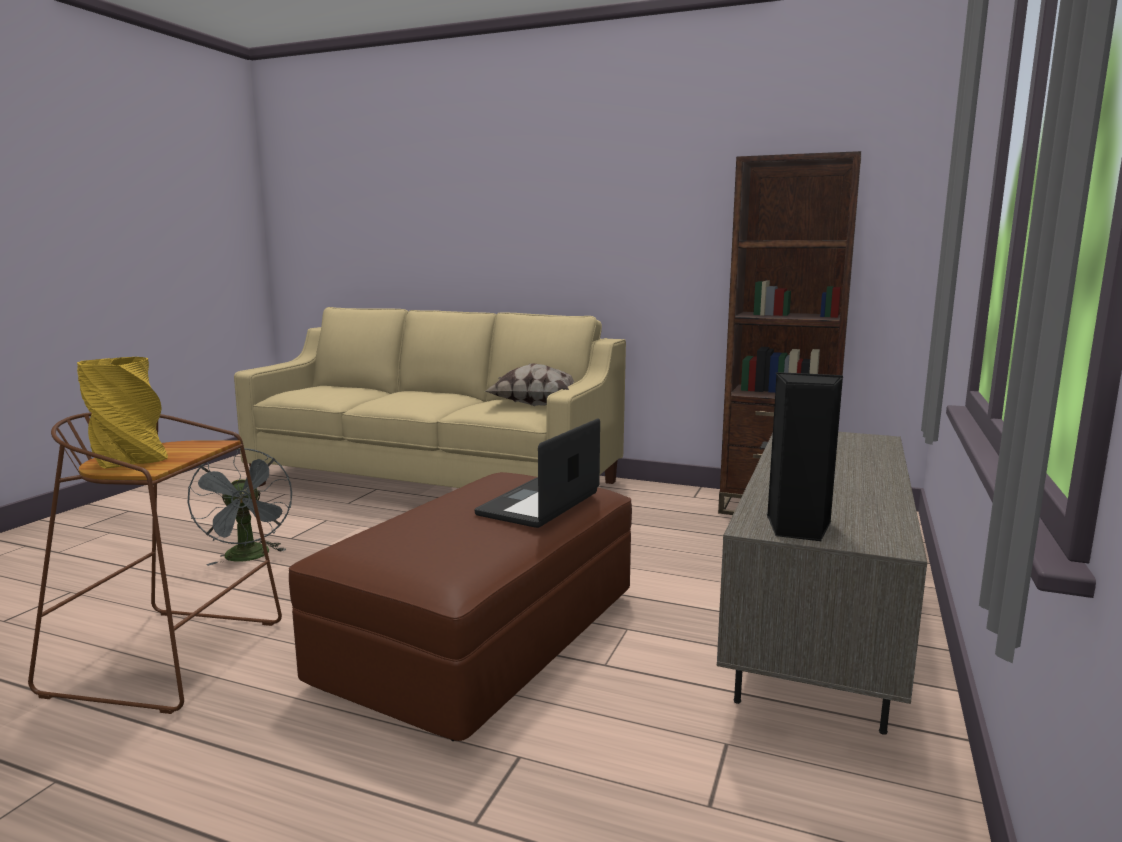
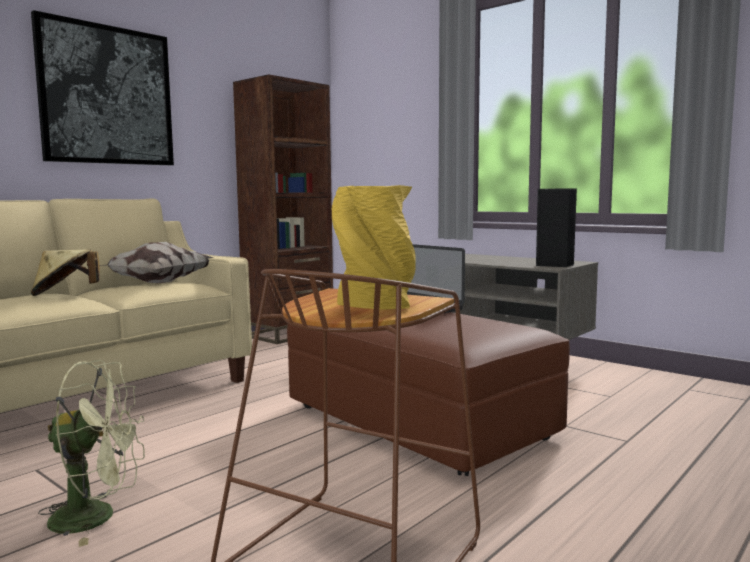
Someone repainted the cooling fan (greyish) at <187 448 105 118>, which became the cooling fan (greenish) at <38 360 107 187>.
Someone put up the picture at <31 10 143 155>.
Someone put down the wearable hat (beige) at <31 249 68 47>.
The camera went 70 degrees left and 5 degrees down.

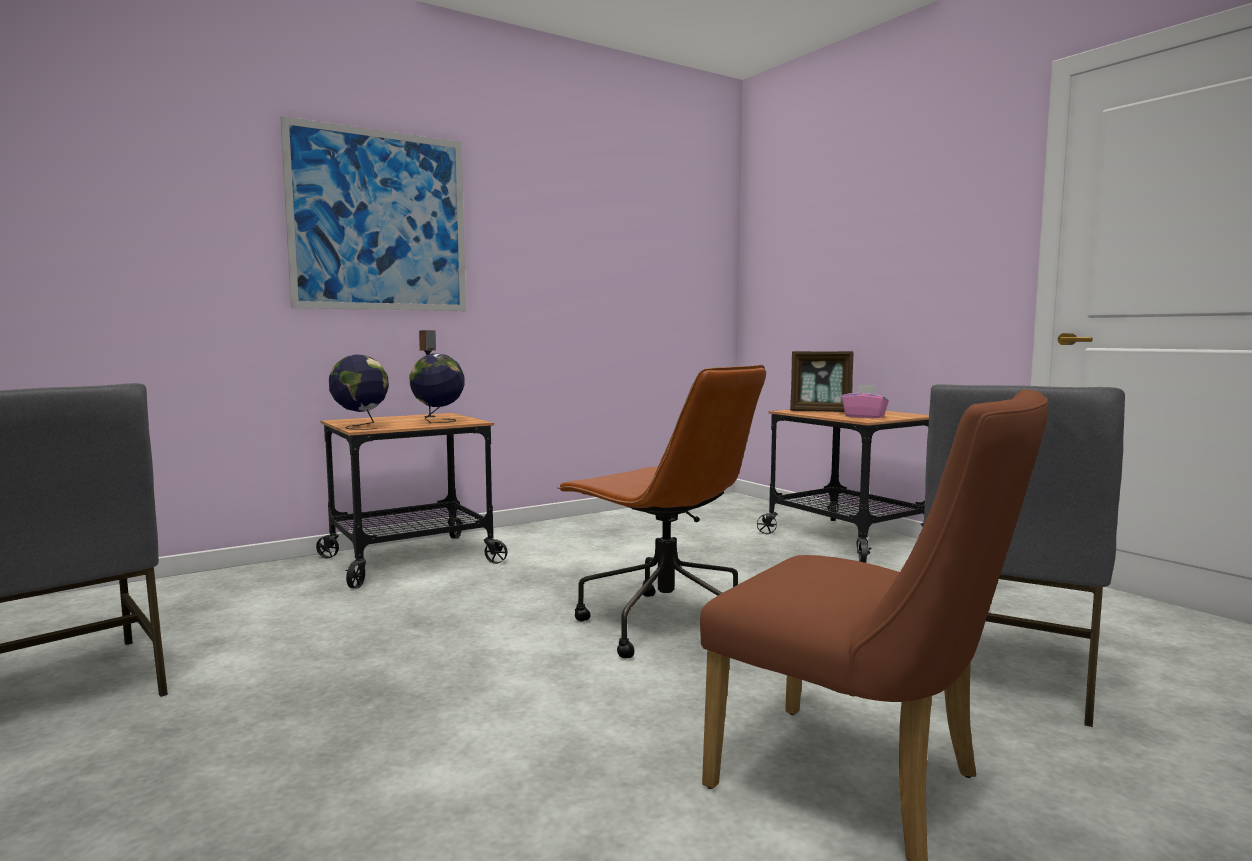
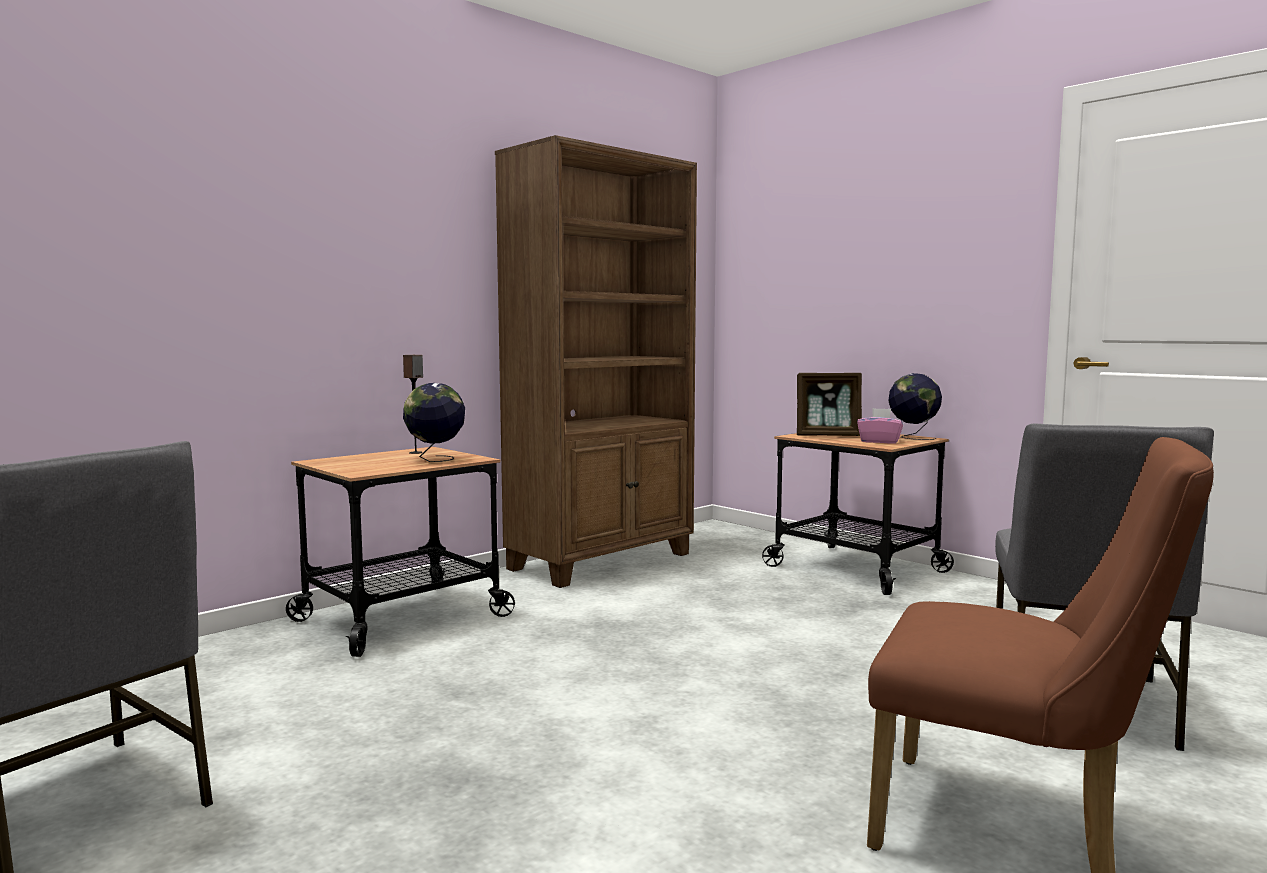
Someone took away the picture at <281 116 185 195>.
Someone carried the globe from <329 354 60 76> to <888 373 54 67>.
Someone took away the computer chair (brownish) at <557 365 209 293>.
Someone put down the shelving unit (brownish) at <495 135 202 453>.
The camera went 10 degrees left and 0 degrees up.

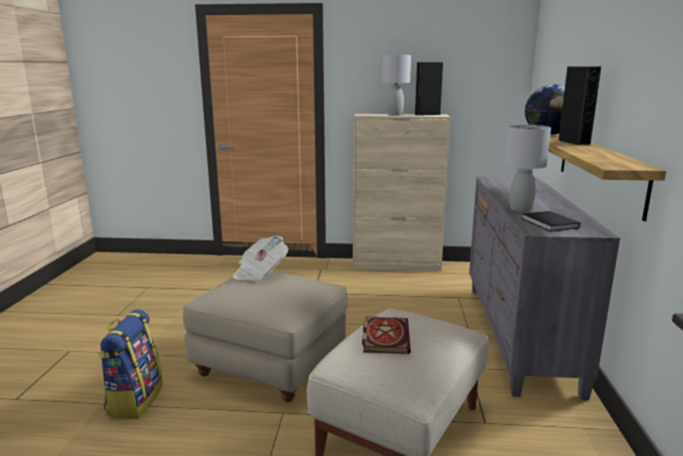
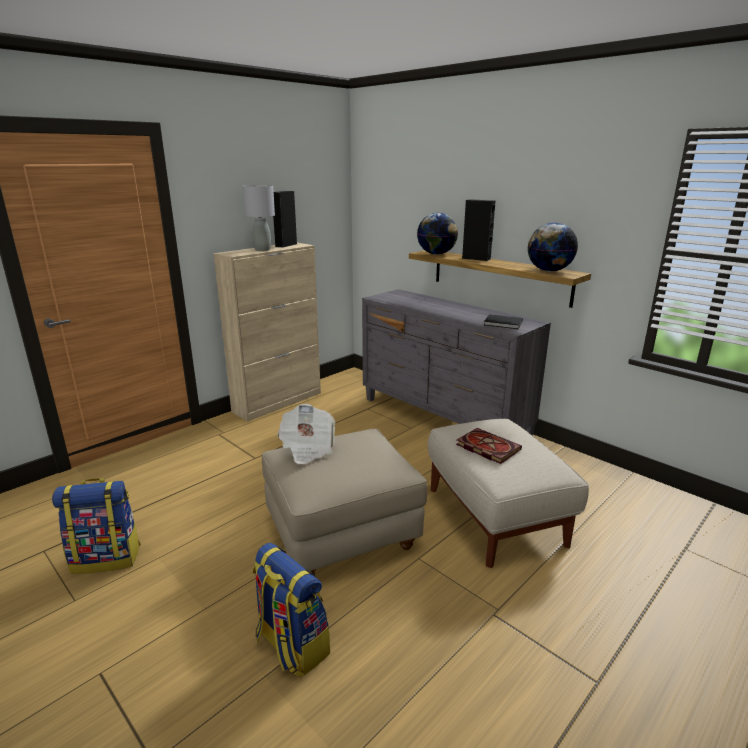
Someone took away the table lamp (greyish) at <504 125 47 87>.
Someone put down the globe at <528 223 50 49>.
Someone put down the rucksack at <52 478 89 96>.
The camera went 50 degrees left and 5 degrees up.

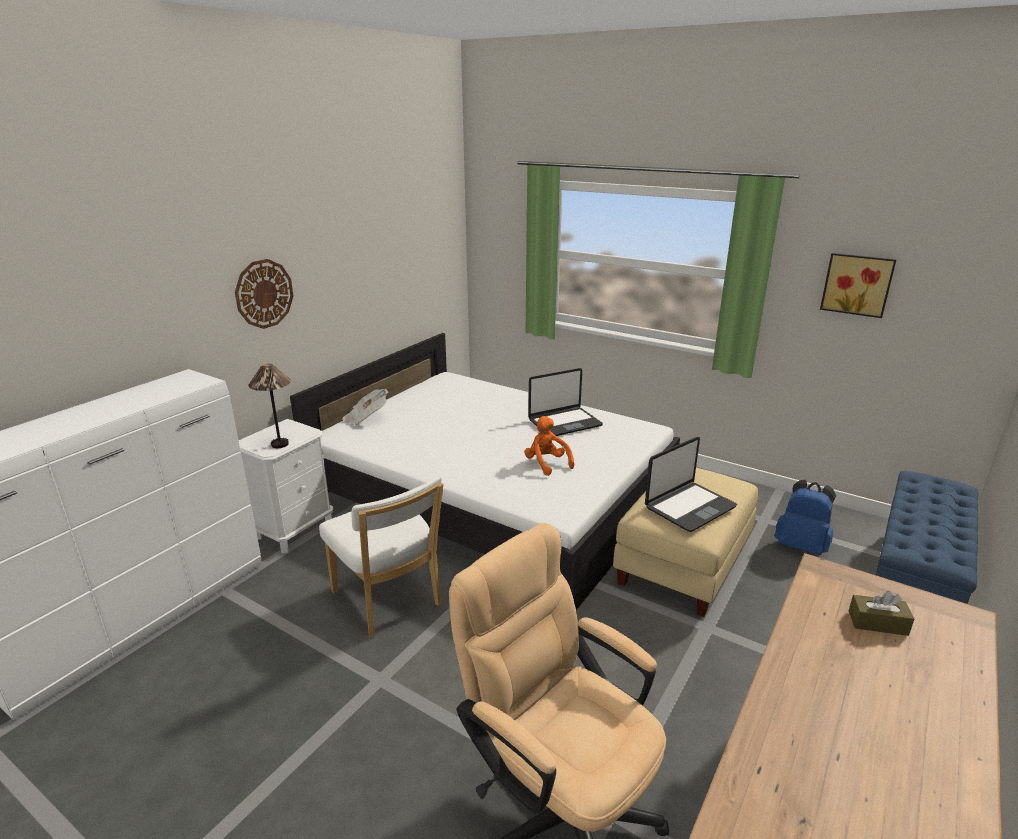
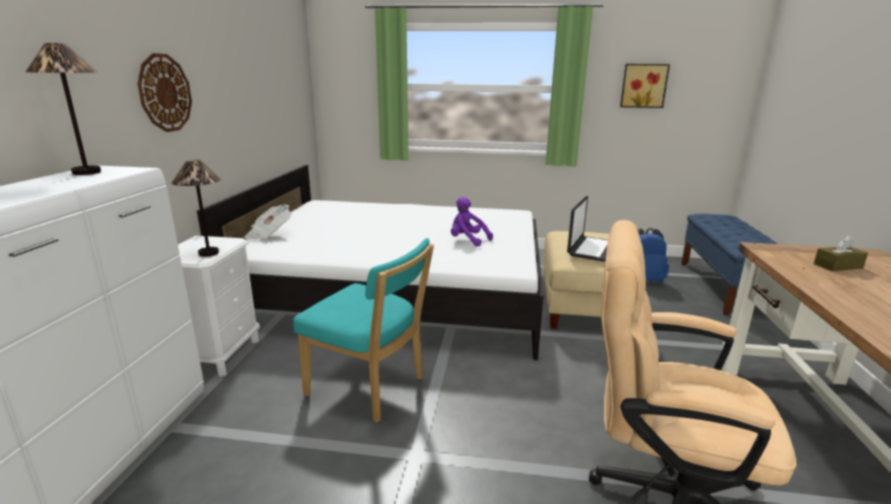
Someone took away the notebook computer at <528 368 75 68>.
Someone repainted the soft toy (orangey) at <524 416 50 60>, which became the soft toy (purple) at <451 197 42 50>.
Someone repainted the plain chair (whitish) at <319 476 124 162>, which became the plain chair (blue-green) at <293 238 141 185>.
Someone put down the table lamp at <25 43 76 132>.
The camera went 25 degrees left and 5 degrees down.

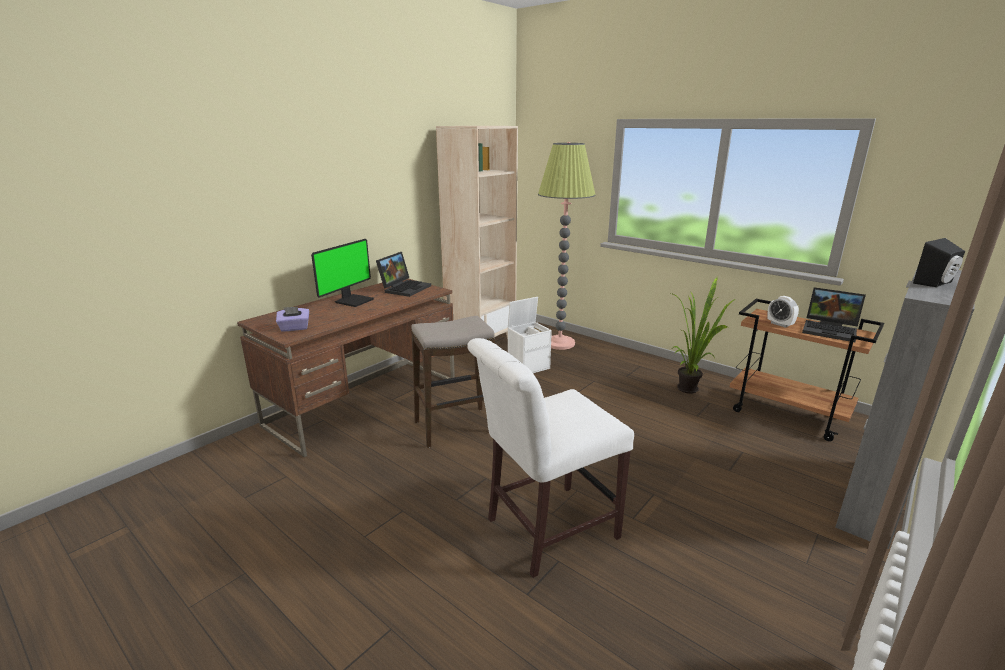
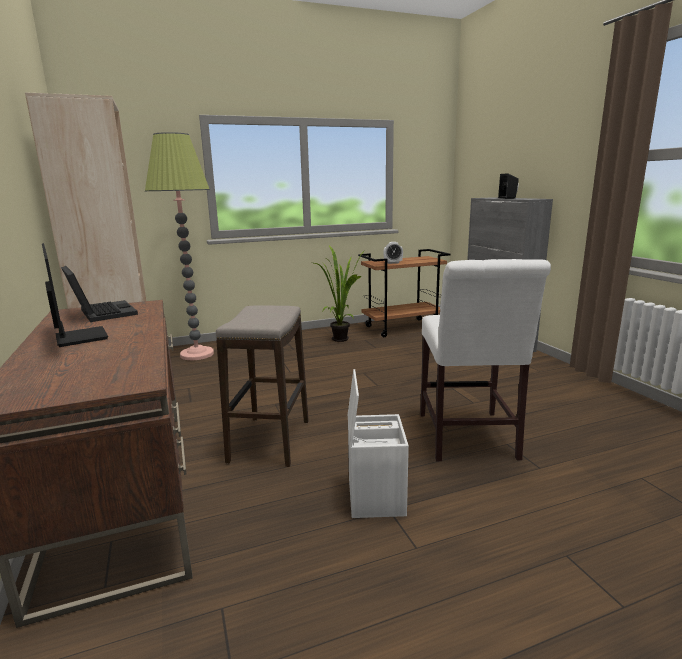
Someone took away the notebook computer at <802 287 64 55>.
Someone carried the storage container (whitish) from <508 297 44 76> to <348 369 61 149>.
Someone took away the box of tissues (purple) at <276 307 33 25>.
The camera went 60 degrees left and 5 degrees down.

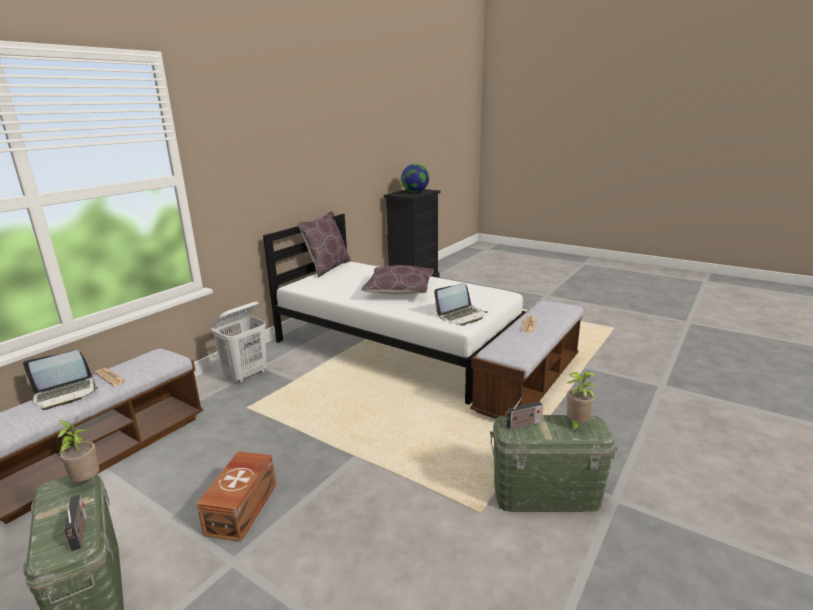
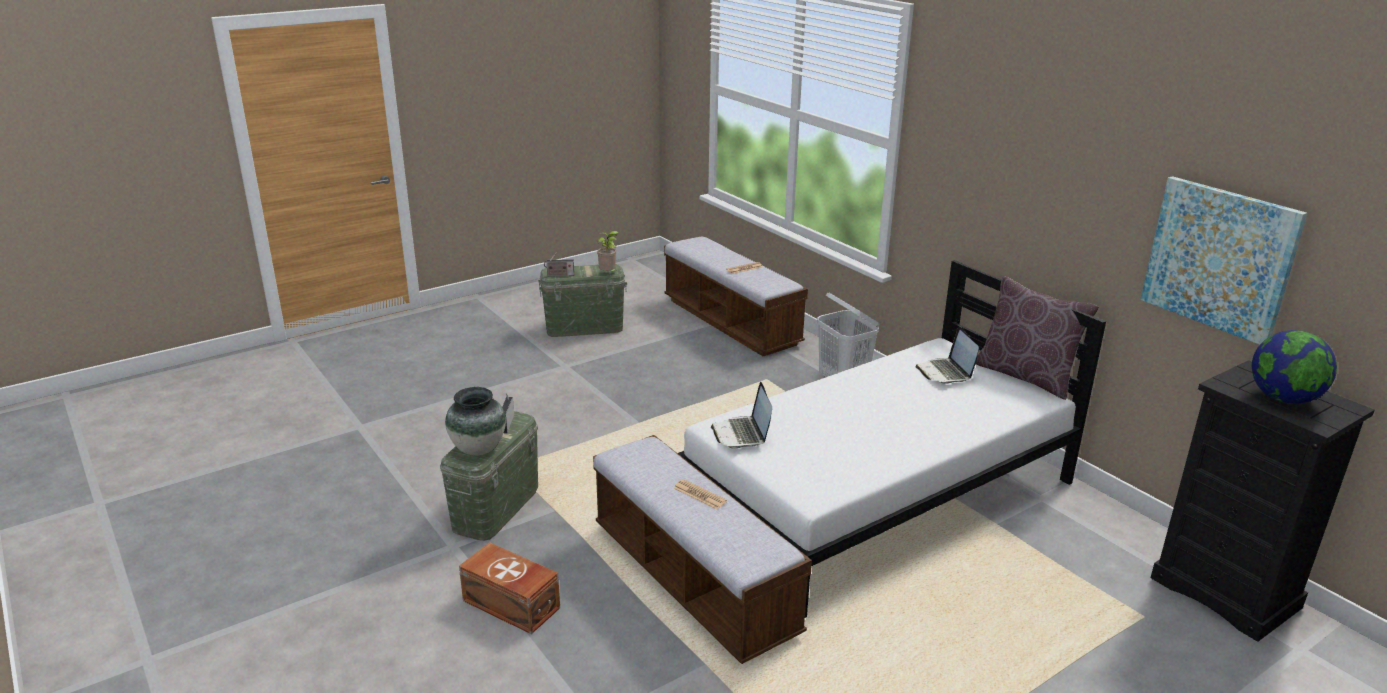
Someone took away the pillow (brownish) at <361 265 73 30>.
Someone carried the notebook computer from <23 350 75 60> to <915 327 64 57>.
Someone swapped the potted plant at <567 371 30 61> for the vase at <445 387 61 69>.
Someone carried the storage container (brownish) from <196 451 80 91> to <459 542 101 92>.
Someone put up the picture at <1140 176 167 169>.
The camera went 110 degrees right and 5 degrees up.

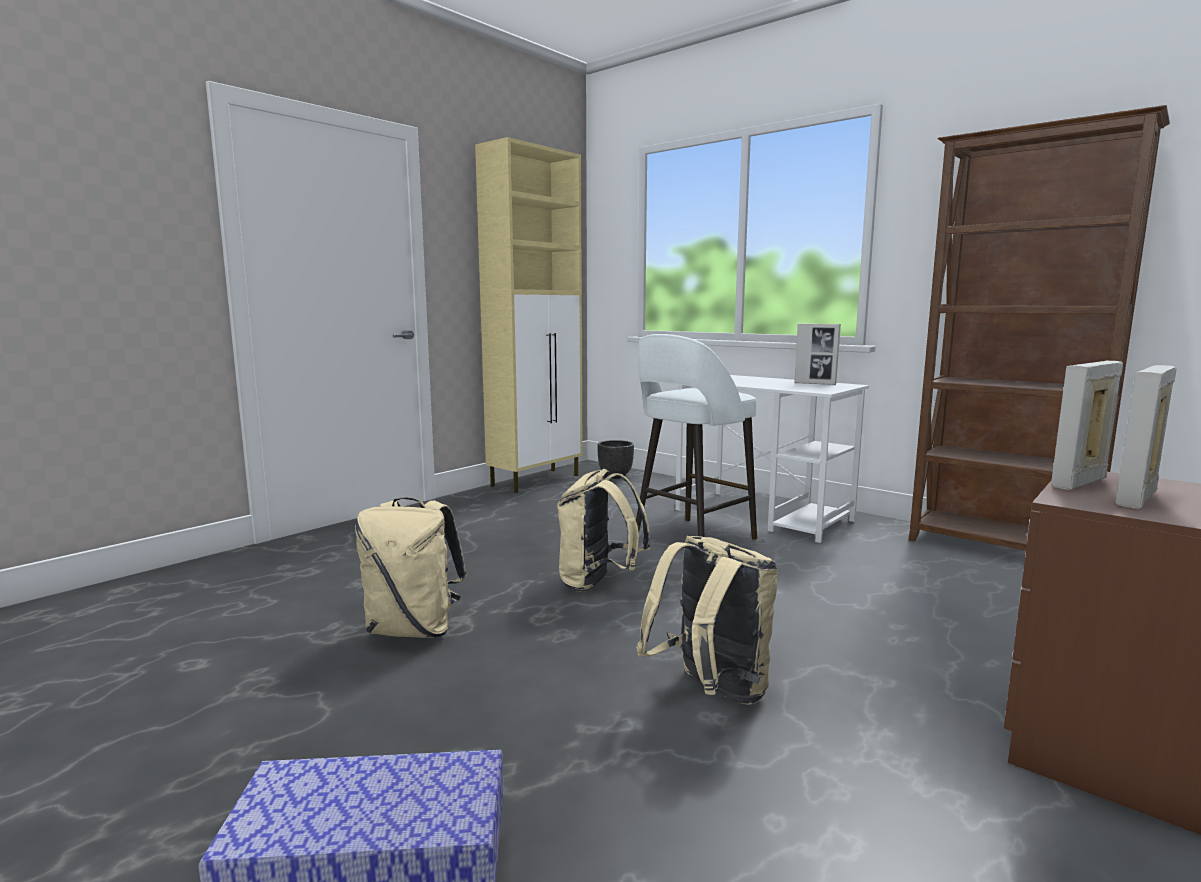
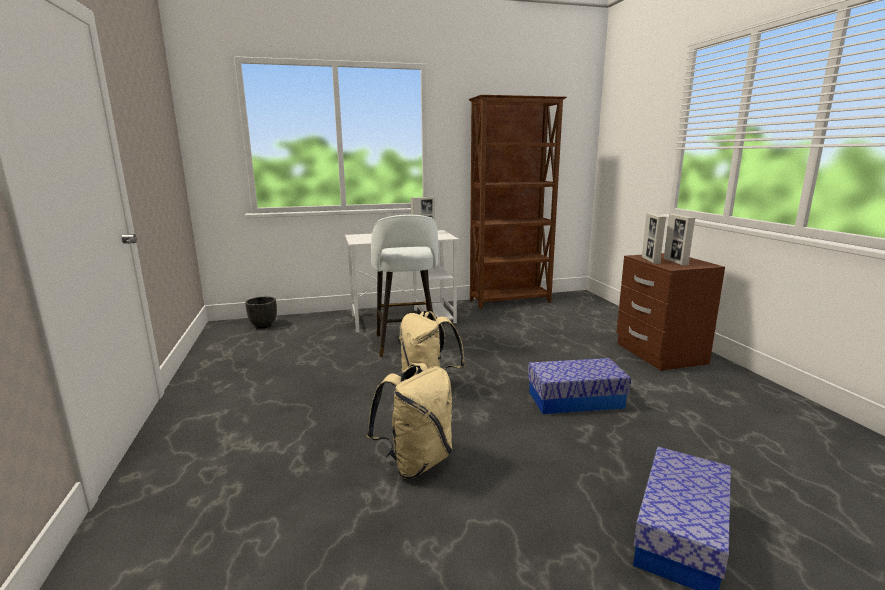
Someone took away the cabinet (beige) at <475 137 108 356>.
Someone swapped the rucksack (beige) at <636 536 142 169> for the storage container at <528 358 103 56>.
The camera went 55 degrees left and 5 degrees up.

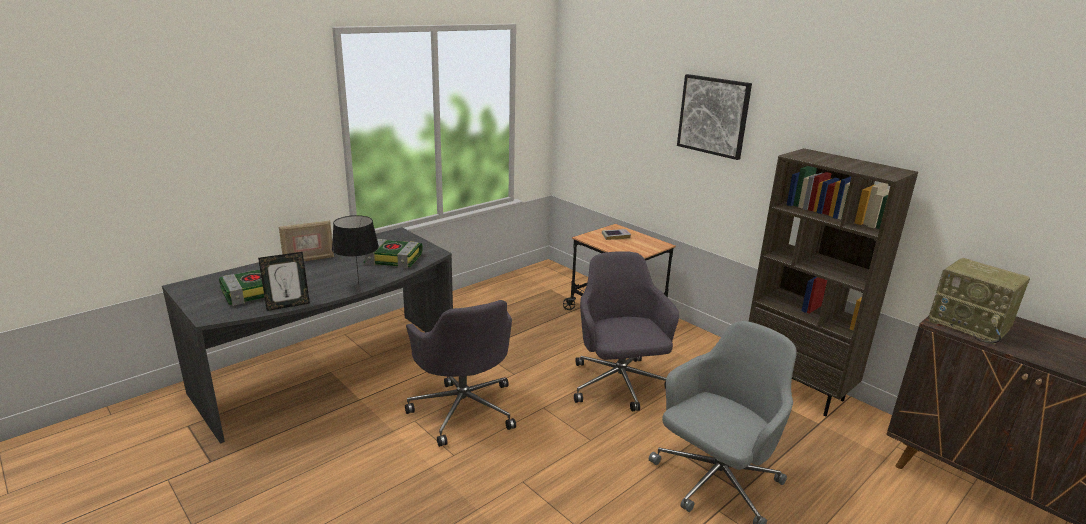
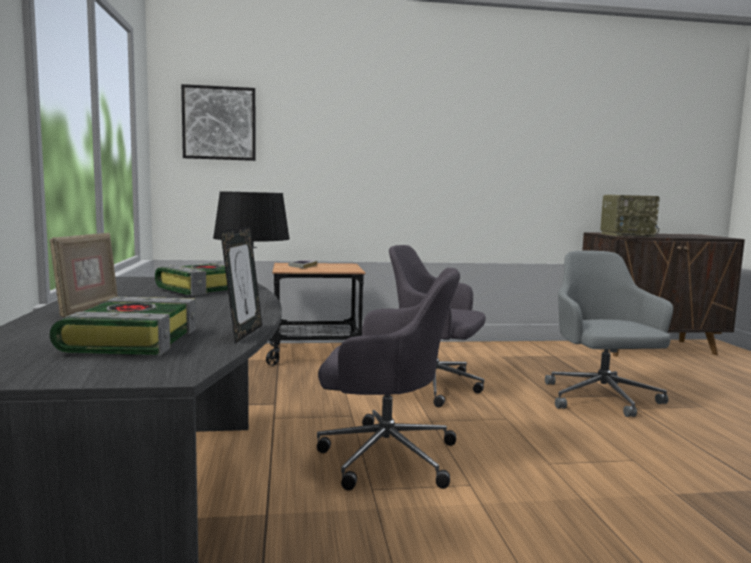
Someone carried the picture from <677 74 75 86> to <181 84 75 77>.
Someone took away the shelving unit (brownish) at <748 148 170 268>.
The camera went 55 degrees left and 15 degrees down.

